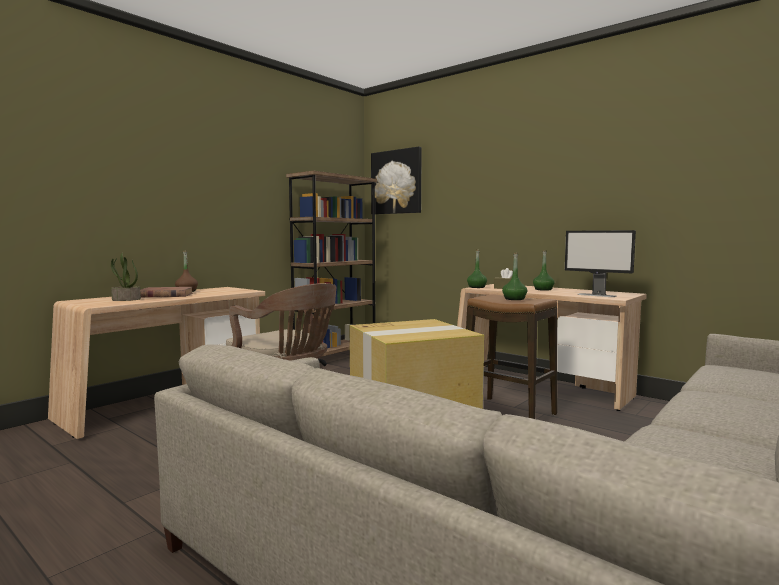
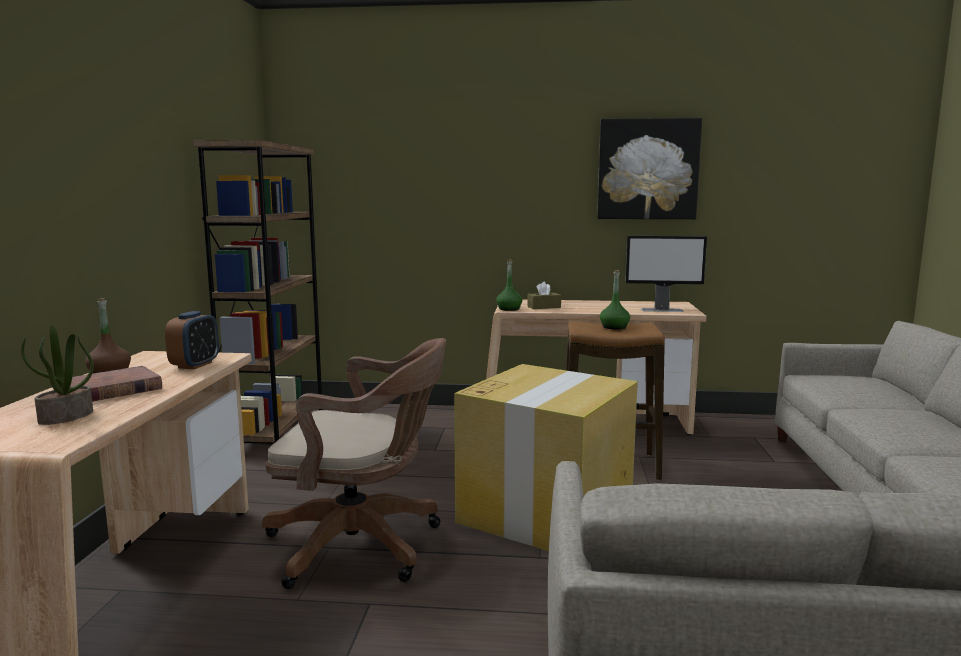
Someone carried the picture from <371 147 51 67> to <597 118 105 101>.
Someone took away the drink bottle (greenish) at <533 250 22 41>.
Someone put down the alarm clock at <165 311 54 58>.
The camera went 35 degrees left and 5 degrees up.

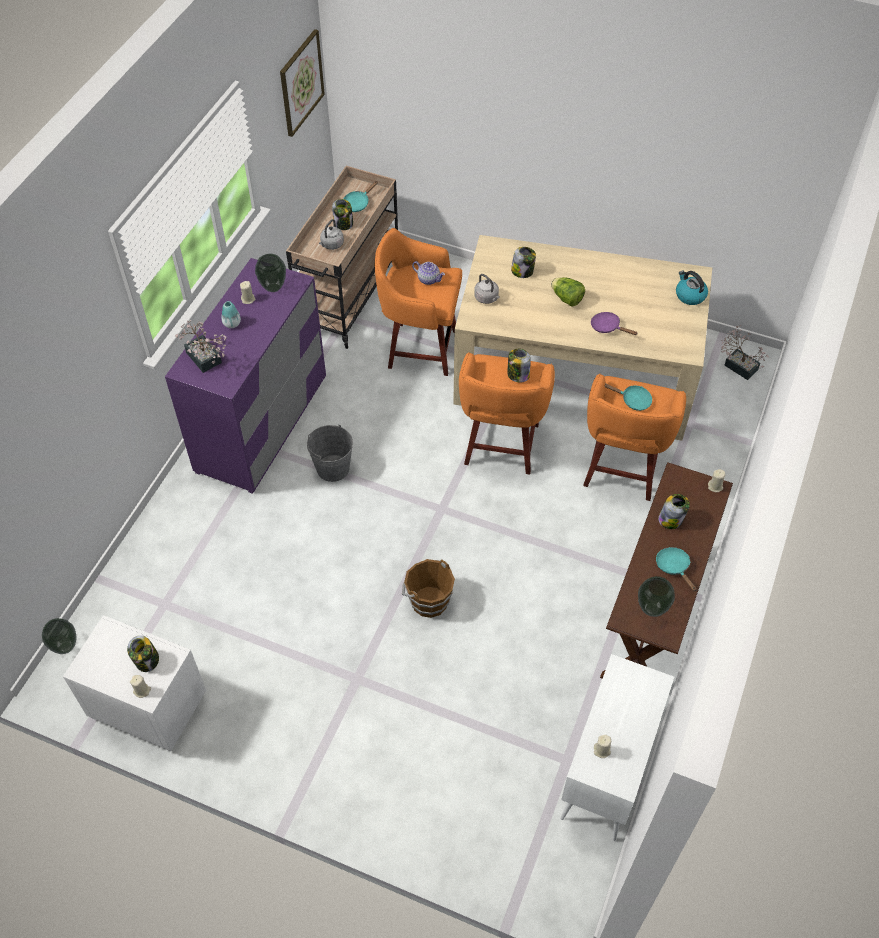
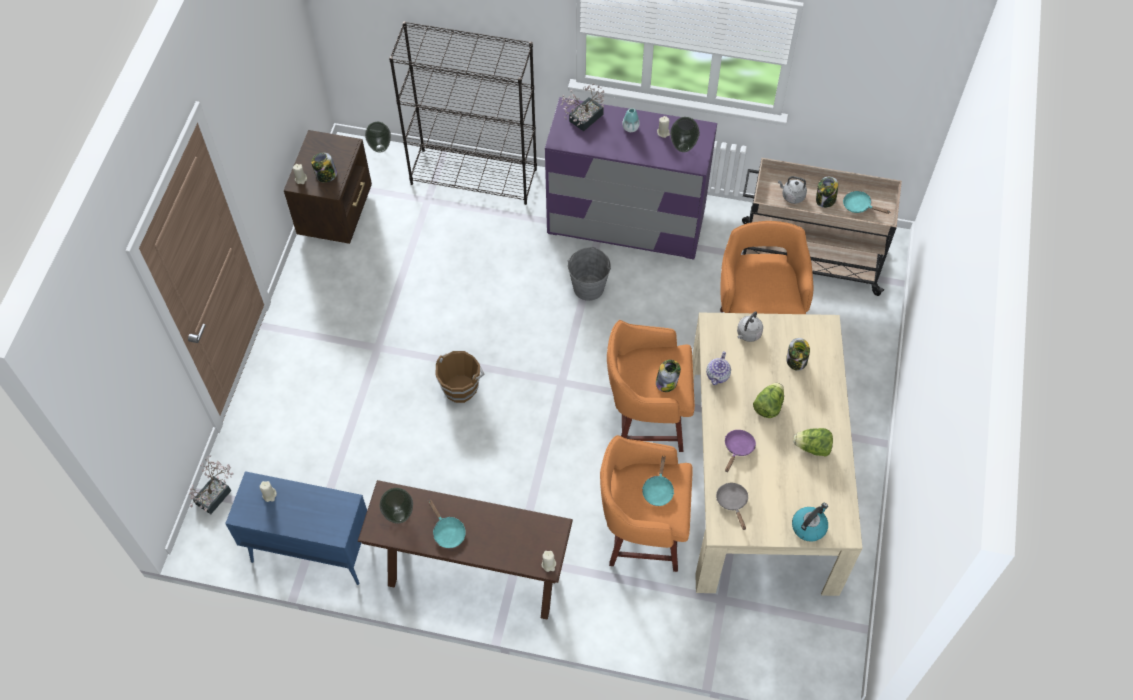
Someone took away the picture at <280 29 45 108>.
Someone carried the tea pot from <412 261 33 24> to <706 351 25 34>.
Someone carried the potted plant from <721 325 47 55> to <189 455 45 59>.
Someone took away the preserve jar at <658 494 32 35>.
Someone rotated the pan (blue-green) at <656 547 41 44> by 90 degrees clockwise.
Someone repainted the nightstand (whitish) at <63 615 143 136>, which became the nightstand (brownish) at <284 130 88 114>.
Someone repainted the cabinet (whitish) at <560 654 114 187>, which became the cabinet (bluish) at <225 471 142 114>.
Someone put down the shelving unit (black-coloured) at <389 21 148 184>.
Someone put down the lettuce at <793 428 40 29>.
Someone put down the pan (greyish) at <716 483 32 47>.
The camera went 80 degrees right and 5 degrees up.

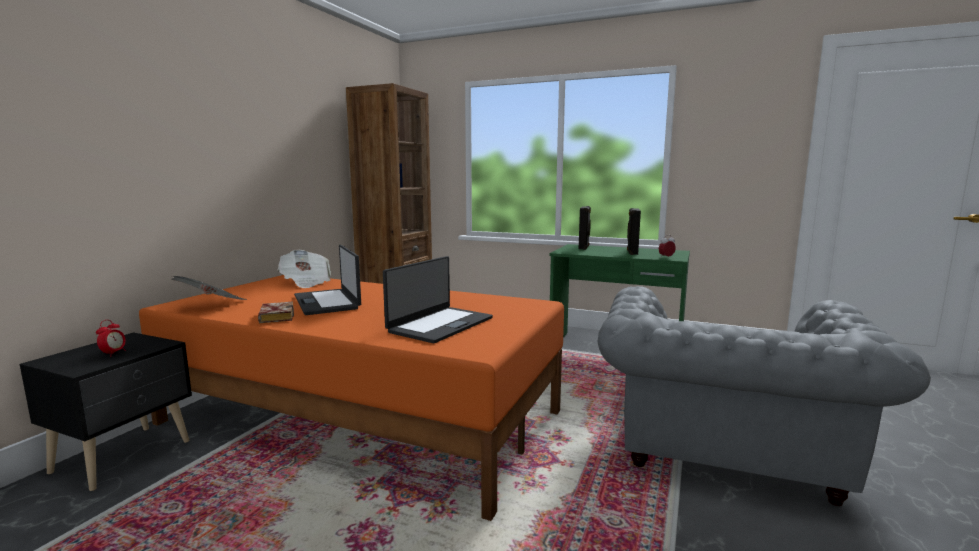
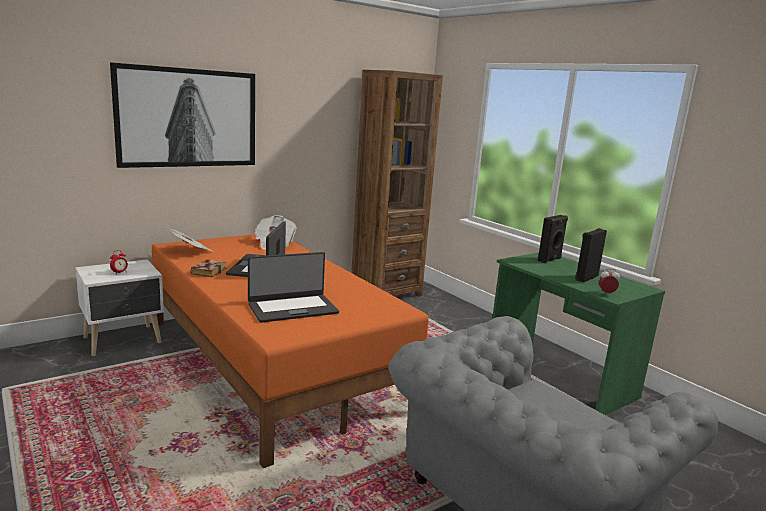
Someone repainted the nightstand (black-coloured) at <20 333 172 158>, which became the nightstand (whitish) at <75 260 89 96>.
Someone put up the picture at <110 62 145 106>.
The camera went 30 degrees right and 5 degrees up.

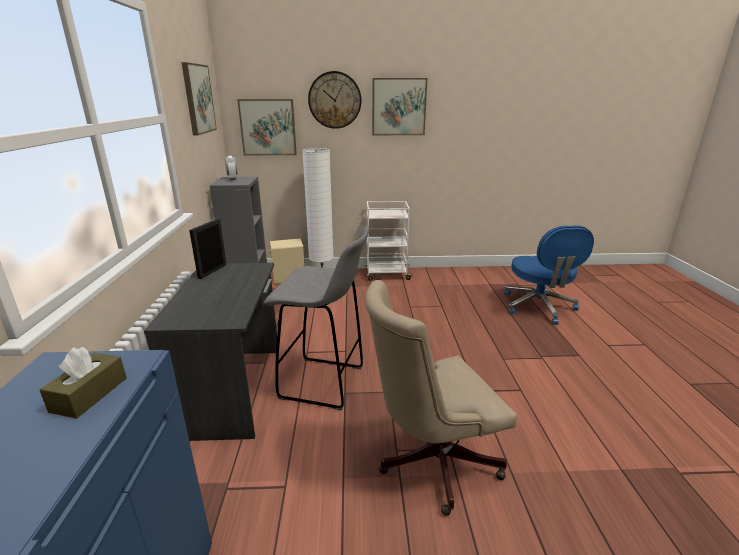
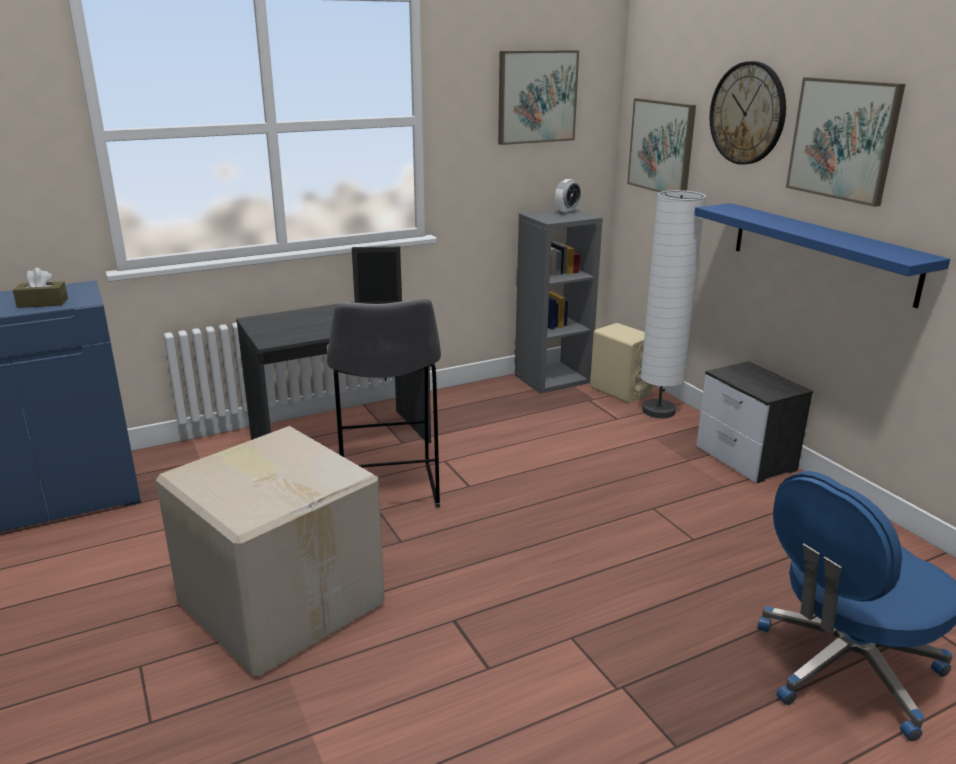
Someone swapped the wheeled cart (whitish) at <366 201 47 80> for the nightstand at <696 361 117 123>.
Someone swapped the computer chair (beige) at <365 280 152 236> for the cardboard box at <156 426 229 251>.
Someone put up the shelf (bluish) at <694 203 256 105>.
The camera went 65 degrees right and 0 degrees up.

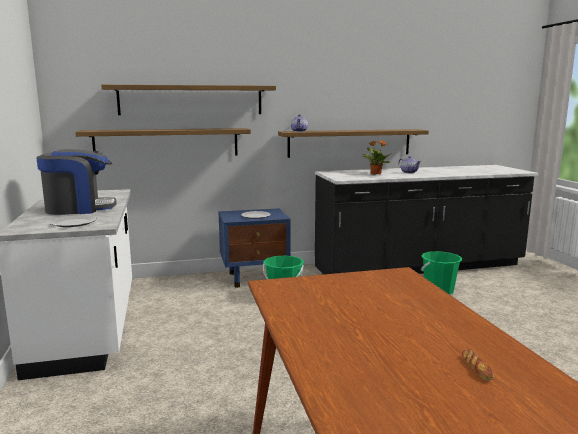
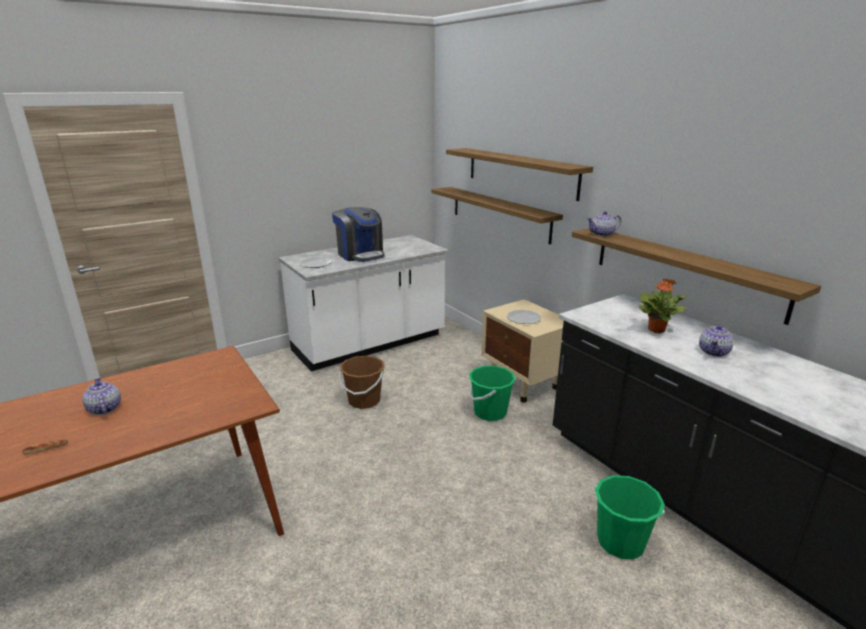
Someone repainted the nightstand (bluish) at <218 208 72 80>, which became the nightstand (beige) at <481 299 83 104>.
Someone put down the pail (brownish) at <339 356 46 53>.
Someone put down the tea pot at <82 377 39 38>.
The camera went 70 degrees right and 10 degrees up.

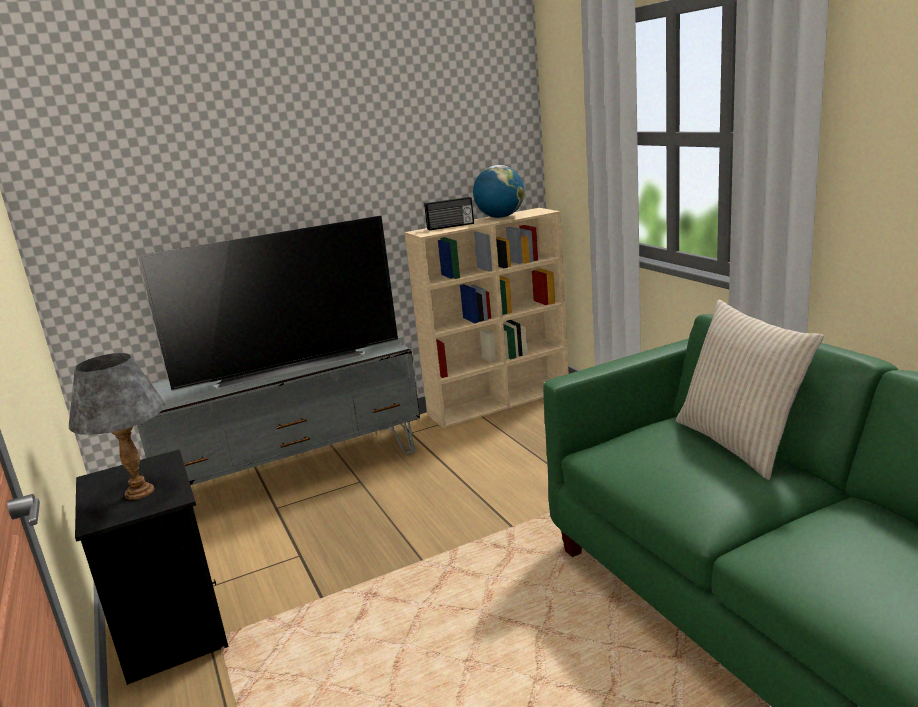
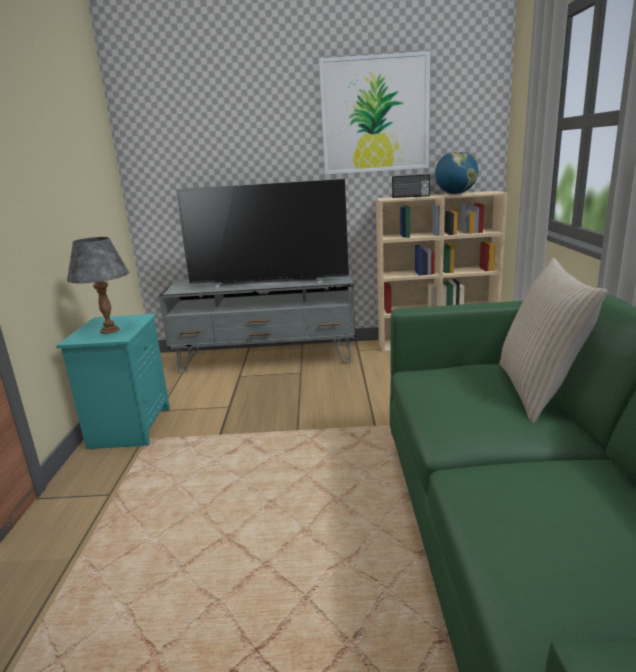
Someone repainted the nightstand (black-coloured) at <75 449 153 236>, which became the nightstand (blue-green) at <56 314 114 135>.
Someone put up the picture at <319 51 111 123>.
The camera went 25 degrees right and 0 degrees up.

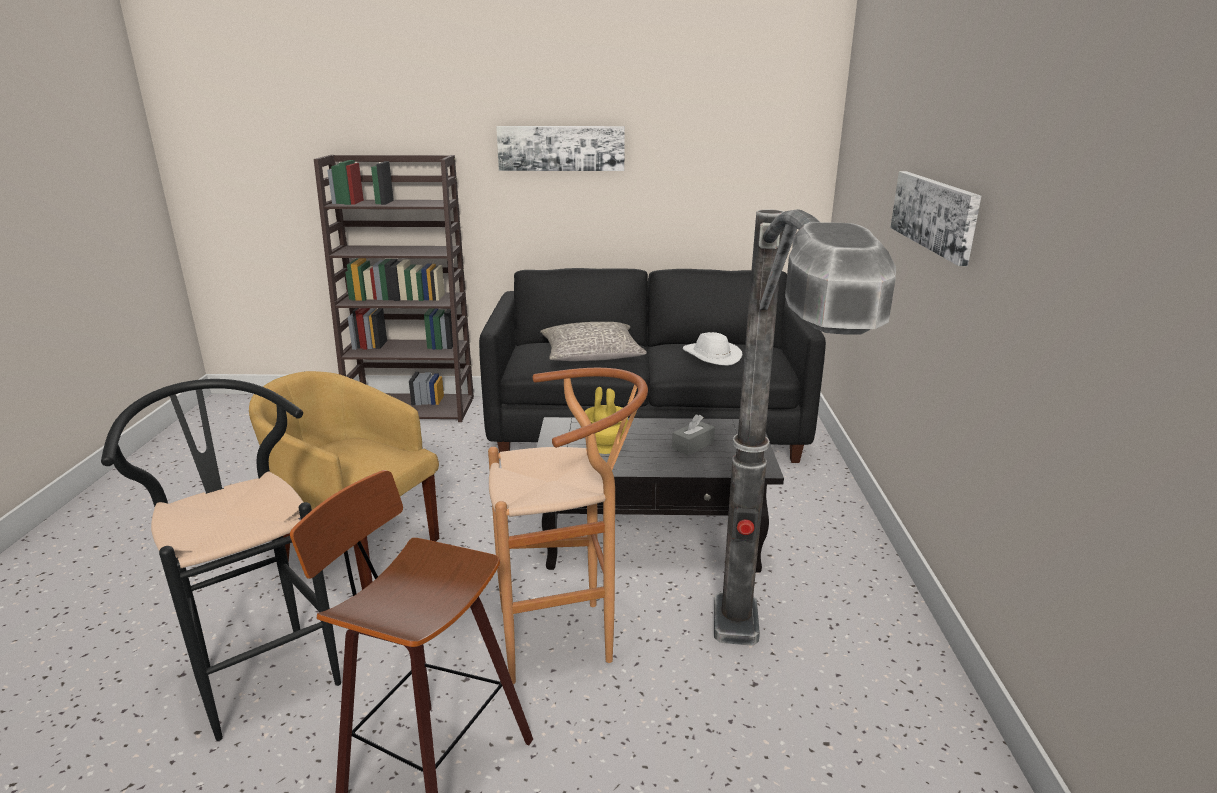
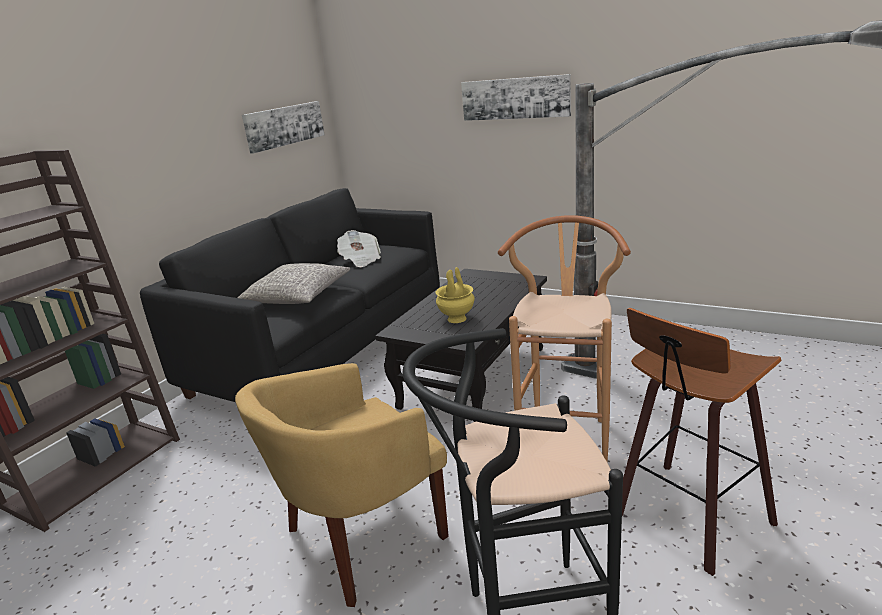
Someone carried the picture from <496 126 129 45> to <242 101 83 53>.
Someone swapped the wearable hat (whitish) at <683 332 60 34> for the newspaper at <337 230 44 37>.
Someone took away the box of tissues (greyish) at <672 414 43 41>.
The camera went 60 degrees left and 0 degrees up.

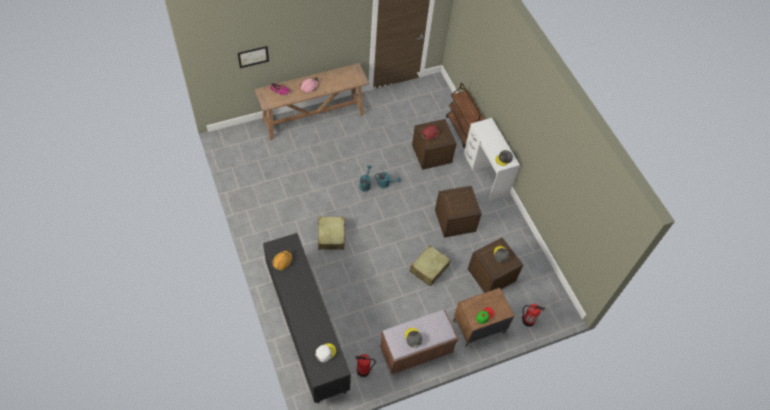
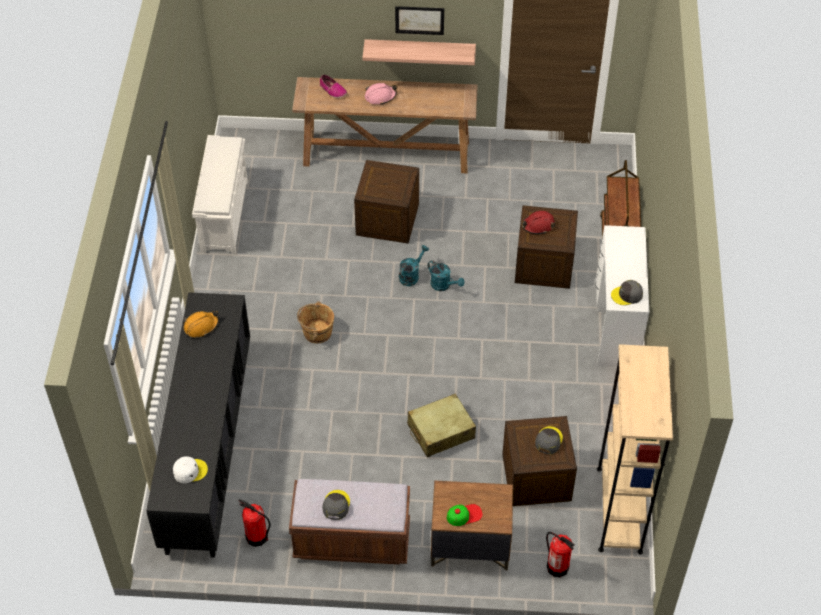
Someone carried the picture from <238 46 31 22> to <395 6 49 29>.
Someone carried the shipping crate from <435 186 47 52> to <354 160 65 84>.
Someone swapped the travel case (beige) at <318 217 28 33> for the pail (brownish) at <297 301 37 42>.
Someone put up the shelf at <362 39 114 26>.
Someone put down the shoe shelf (whitish) at <192 135 56 120>.
Someone put down the shelving unit (beige) at <597 344 76 210>.
The camera went 30 degrees right and 5 degrees down.

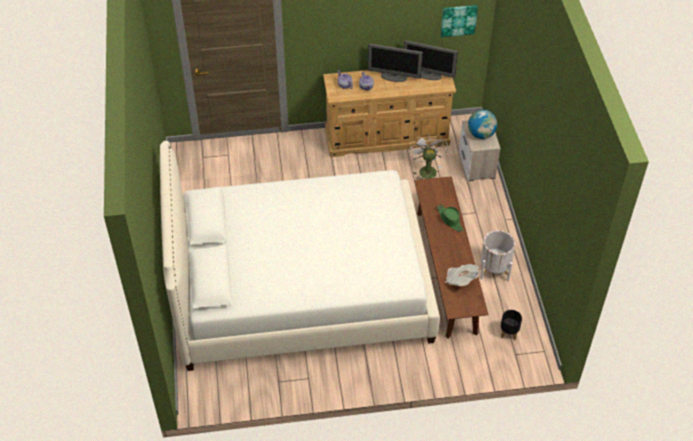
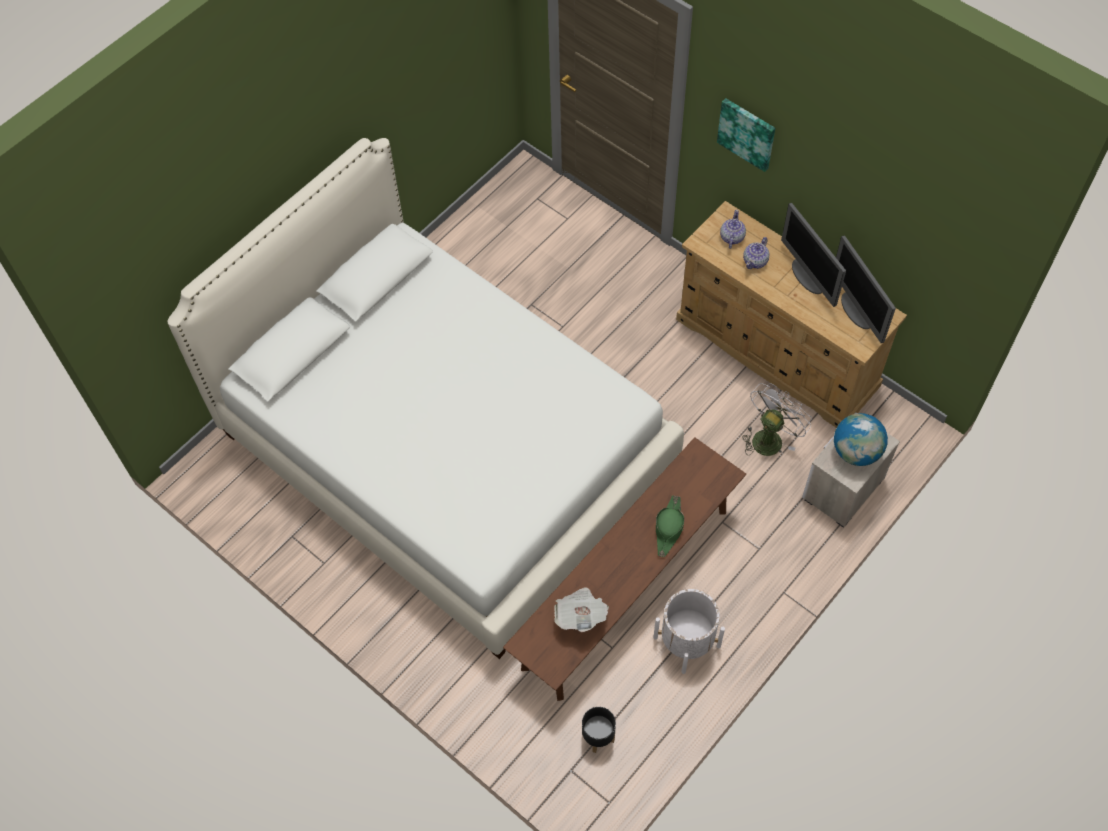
Someone carried the picture from <441 5 37 32> to <717 98 58 74>.
The camera went 50 degrees right and 10 degrees up.

